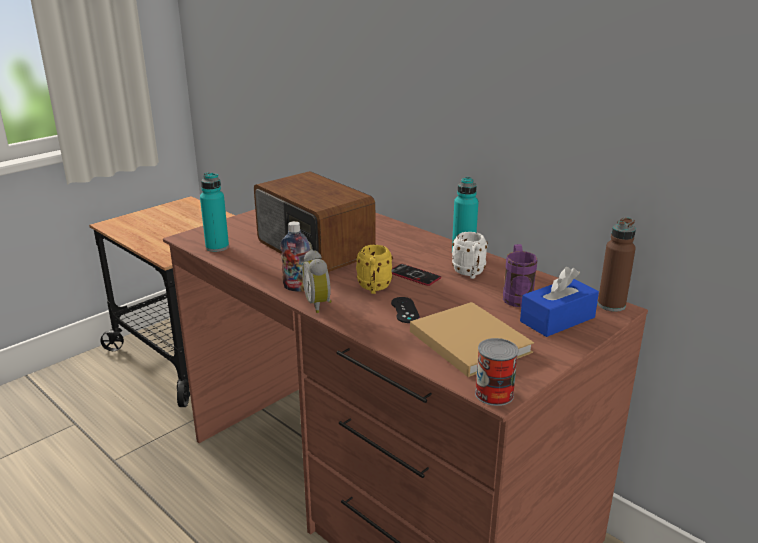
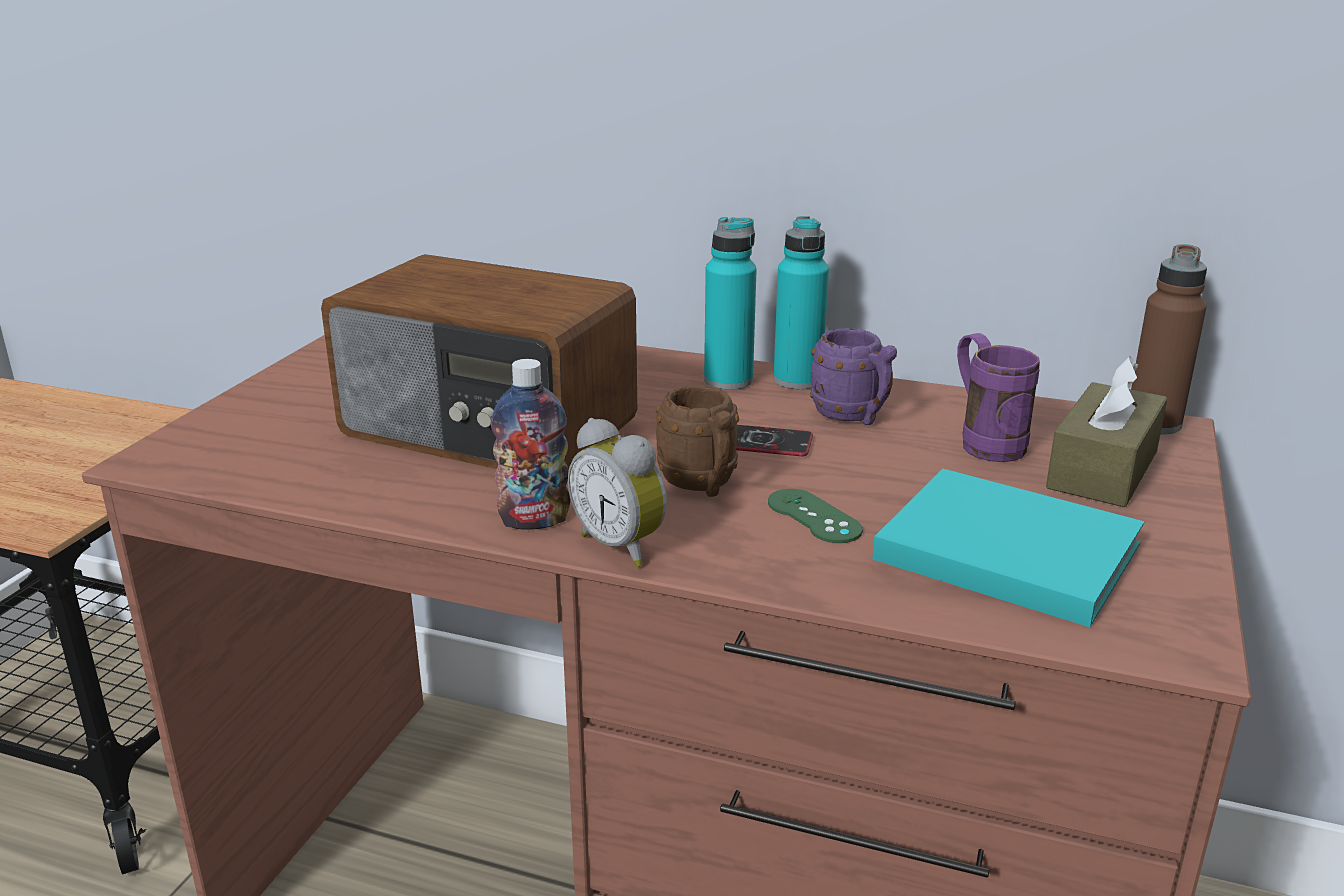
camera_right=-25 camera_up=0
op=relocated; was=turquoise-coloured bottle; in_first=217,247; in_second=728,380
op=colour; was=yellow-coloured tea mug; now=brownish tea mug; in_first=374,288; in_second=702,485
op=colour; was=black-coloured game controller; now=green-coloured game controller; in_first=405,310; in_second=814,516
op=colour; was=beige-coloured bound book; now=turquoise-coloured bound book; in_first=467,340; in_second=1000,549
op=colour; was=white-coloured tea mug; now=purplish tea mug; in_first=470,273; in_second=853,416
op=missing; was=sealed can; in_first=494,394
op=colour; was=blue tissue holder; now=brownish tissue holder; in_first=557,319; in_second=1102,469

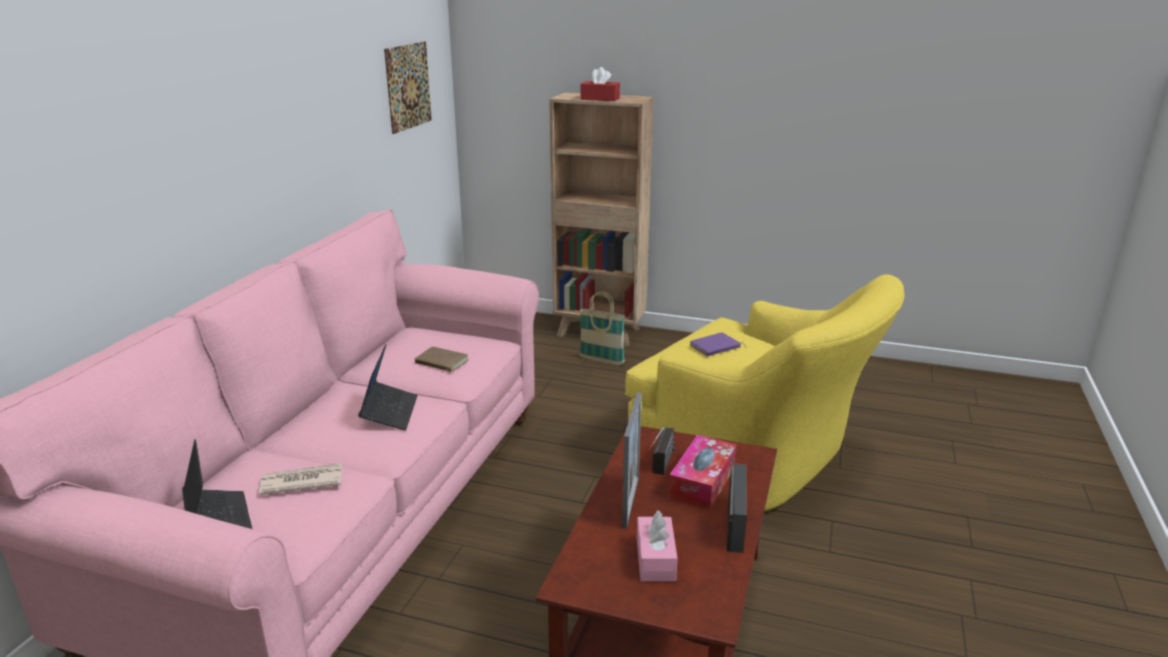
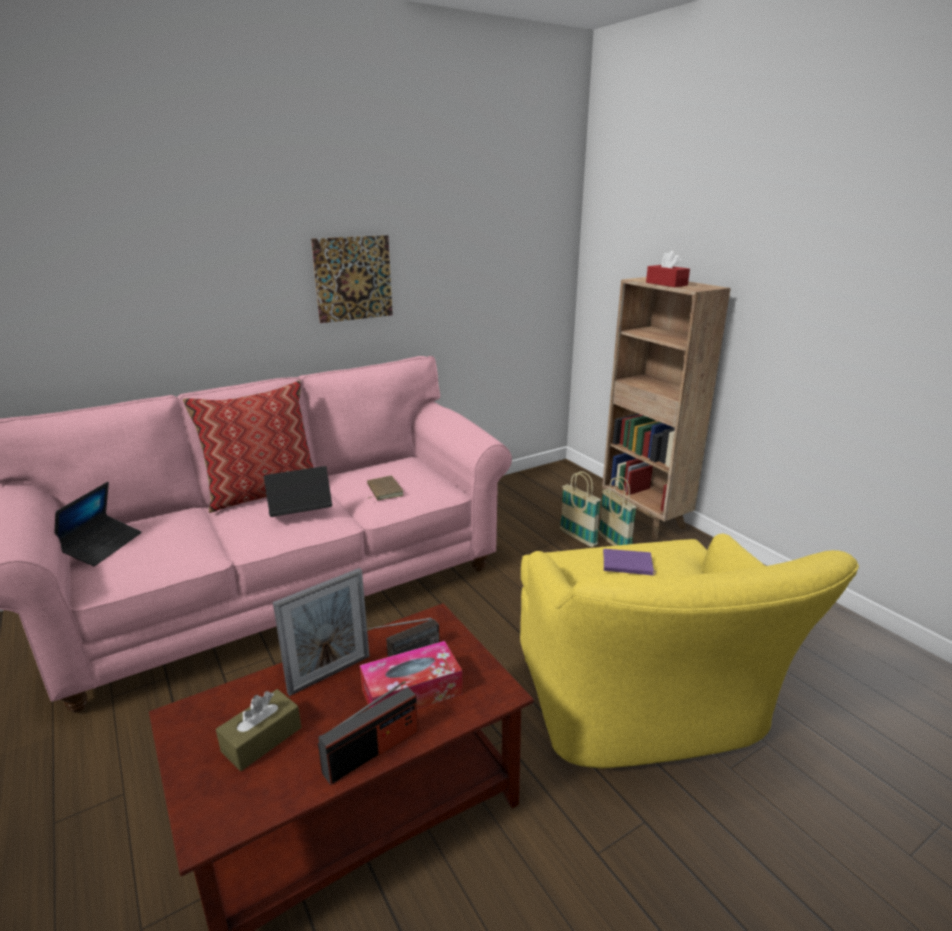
camera_right=40 camera_up=0
op=missing; was=newspaper; in_first=301,482
op=spun; was=laptop; in_first=389,412; in_second=300,515; clockwise=-150
op=relocated; was=wall art; in_first=408,86; in_second=353,278
op=colour; was=pink-coloured tissue holder; now=brownish tissue holder; in_first=655,559; in_second=262,739
op=appeared; now=throw pillow; in_second=263,492
op=appeared; now=storage basket; in_second=578,538

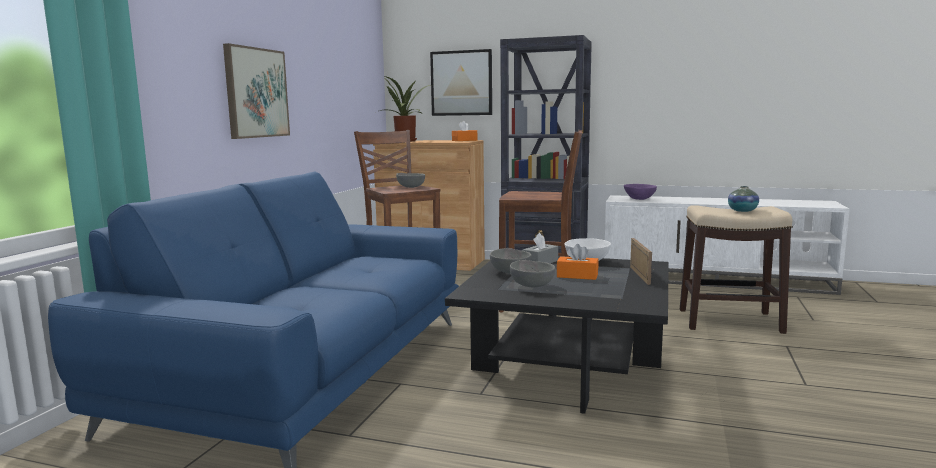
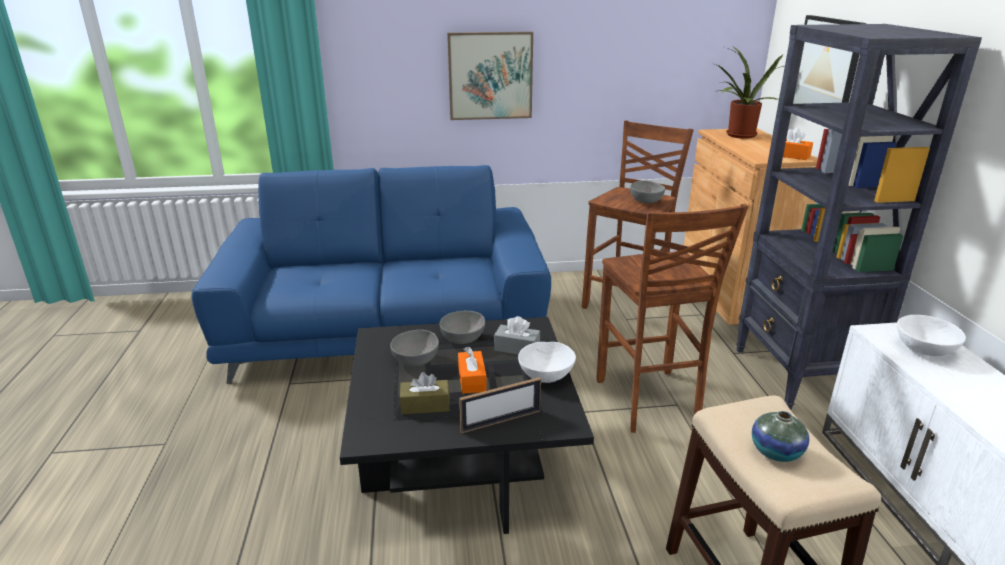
camera_right=65 camera_up=15
op=colour; was=purplish deep dish; now=white-coloured deep dish; in_first=639,199; in_second=924,350
op=appeared; now=brownish tissue holder; in_second=425,405

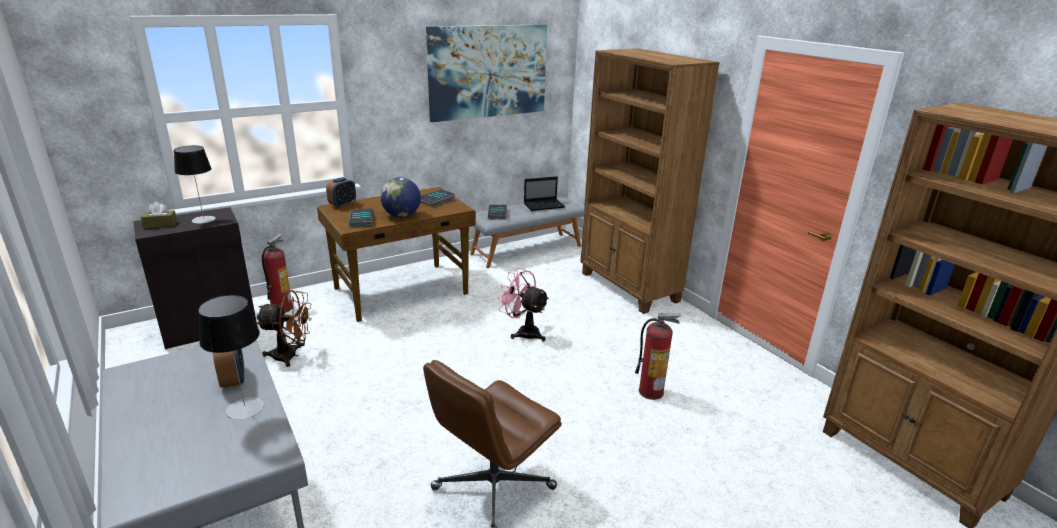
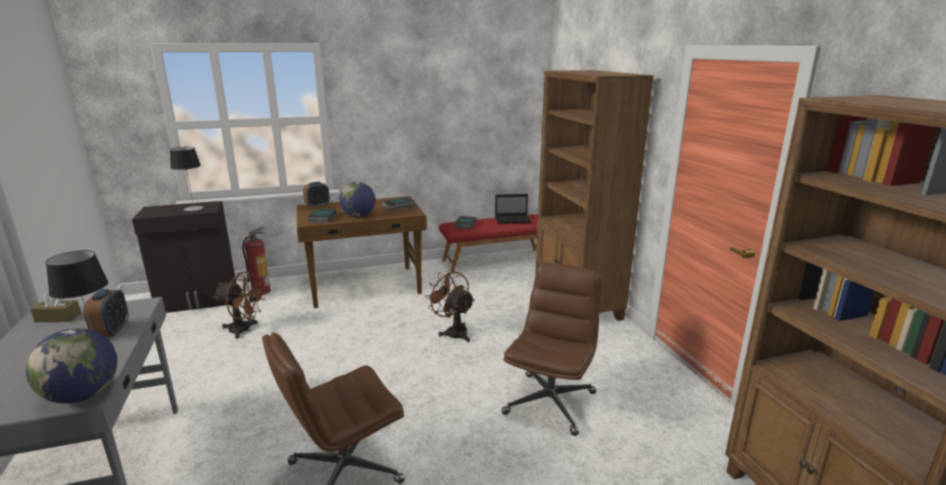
camera_right=15 camera_up=-5
op=relocated; was=brownish tissue holder; in_first=160,224; in_second=58,317
op=missing; was=wall art; in_first=488,71
op=colour; was=greyish indoor bench; now=reddish indoor bench; in_first=526,249; in_second=495,260
op=colour; was=pink-coloured cooling fan; now=brownish cooling fan; in_first=523,332; in_second=453,331
op=exchanged; was=fire extinguisher; now=brownish office chair; in_first=651,391; in_second=550,402
op=appeared; now=globe; in_second=83,395

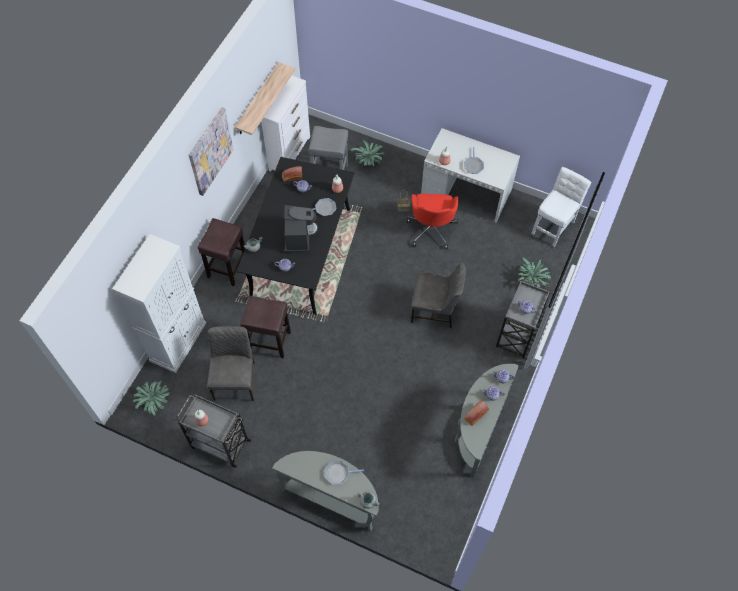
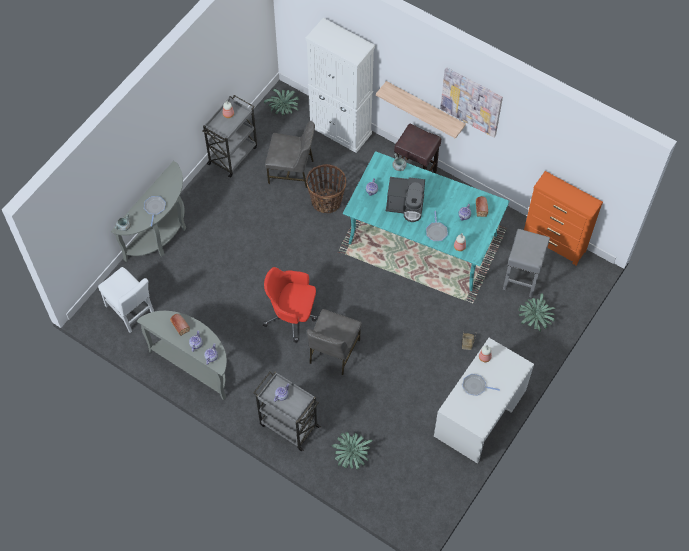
camera_right=100 camera_up=0
op=relocated; was=bracket shelf; in_first=257,100; in_second=425,107
op=colour; was=black-coloured kitchen table; now=turquoise-coloured kitchen table; in_first=300,252; in_second=423,239
op=exchanged; was=brownish sitting stool; now=storage basket; in_first=269,341; in_second=326,201
op=colour; was=white-coloured chest of drawers; now=orangey chest of drawers; in_first=290,153; in_second=554,243
op=relocated; was=reddish office chair; in_first=431,229; in_second=292,315
op=relocated; was=white-coloured chair; in_first=553,225; in_second=131,311

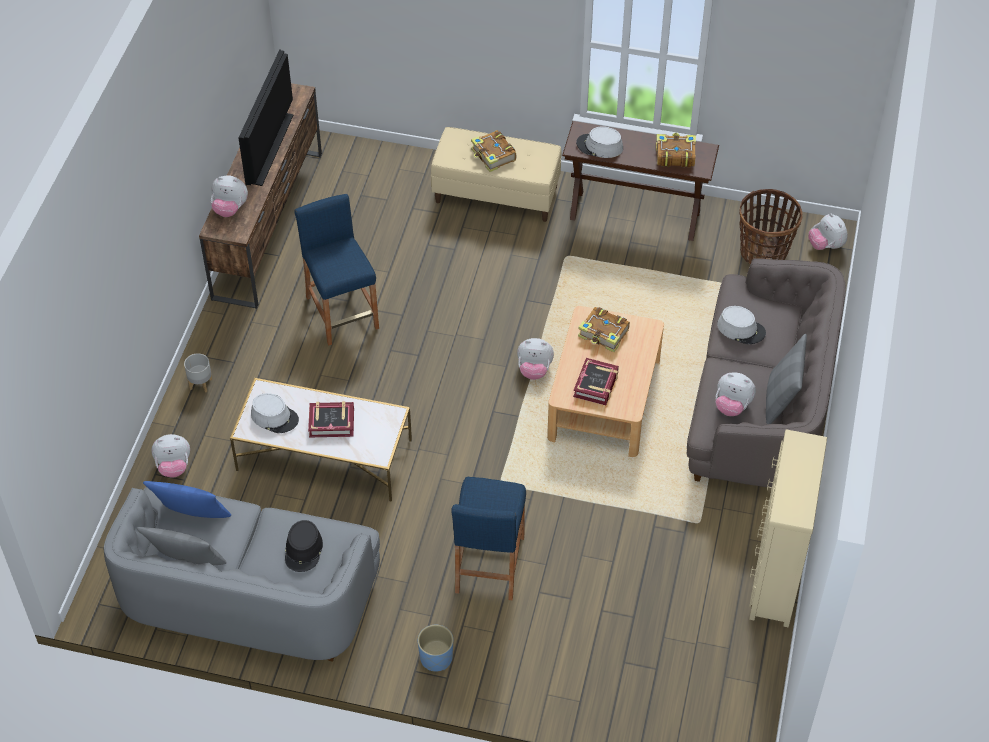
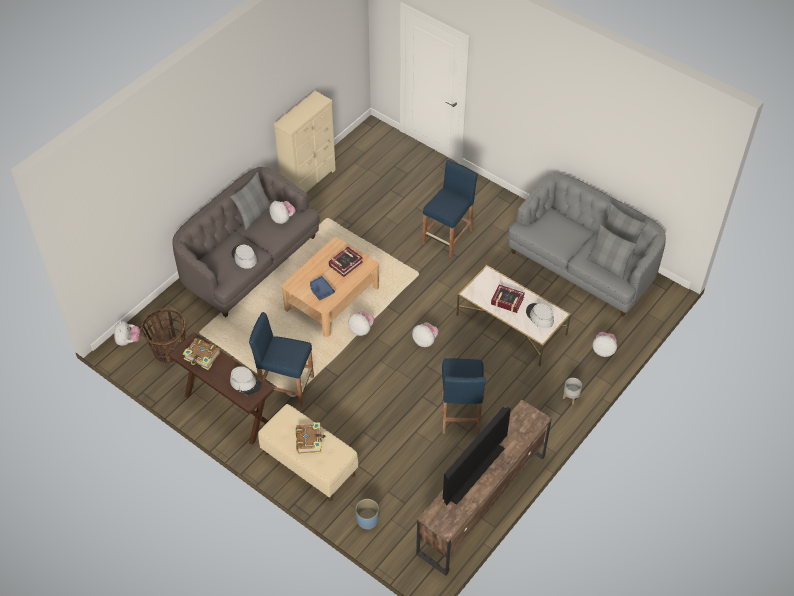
camera_right=-155 camera_up=0
op=colour; was=blue throw pillow; now=greyish throw pillow; in_first=193,517; in_second=608,265
op=relocated; was=cuddly toy; in_first=230,209; in_second=425,341
op=missing; was=black-coloured wearable hat; in_first=303,550
op=relocated; was=blue plant pot; in_first=436,658; in_second=367,520
op=exchanged; was=bound book; now=blue tray; in_first=604,334; in_second=321,290
op=appeared; now=blue sitting stool; in_second=285,385

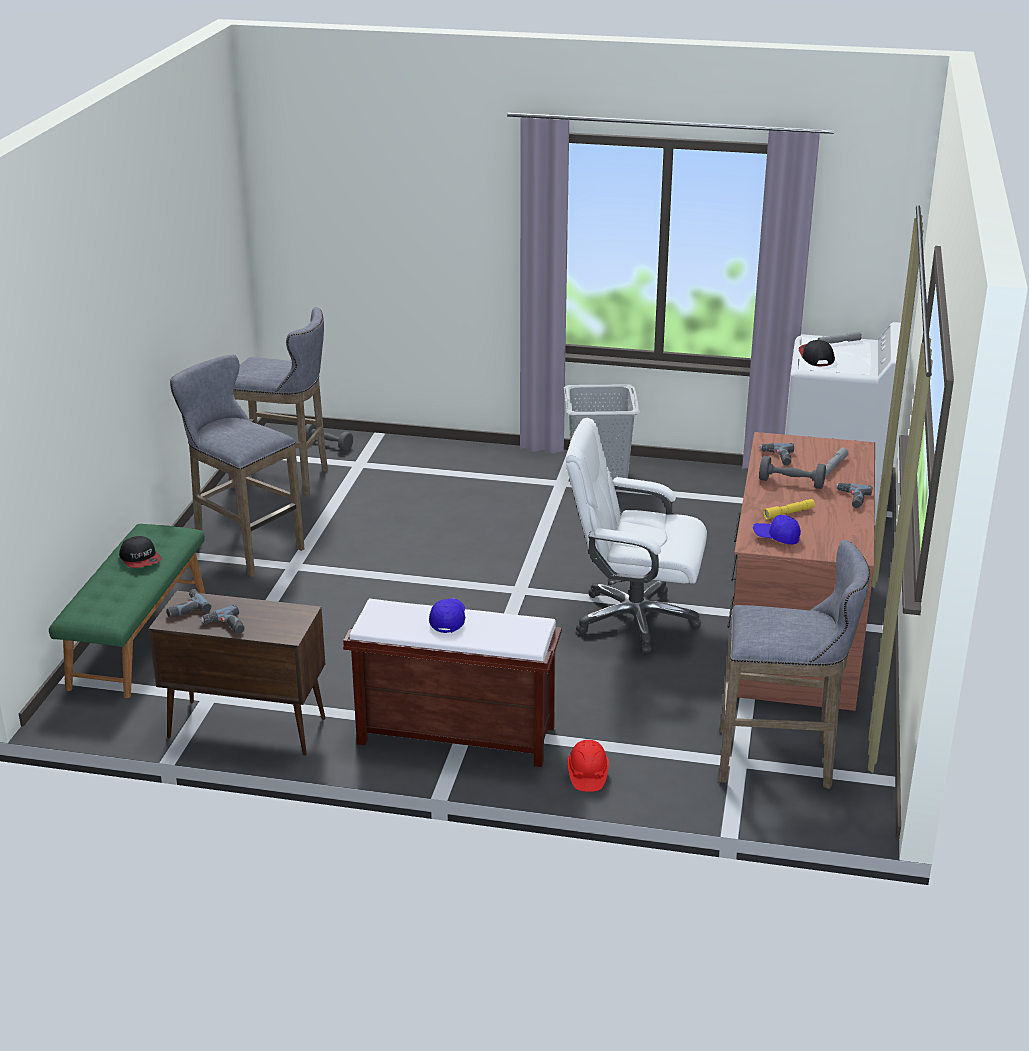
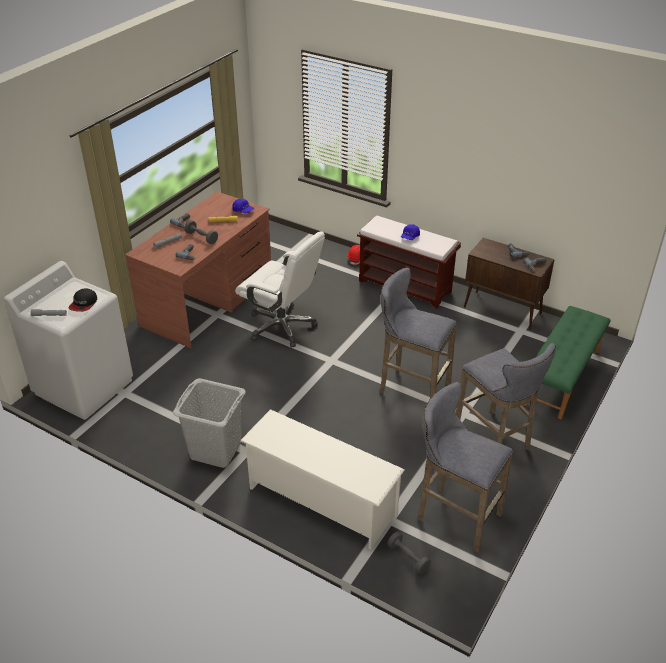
camera_right=-160 camera_up=10
op=missing; was=baseball cap; in_first=140,559
op=relocated; was=greyish sitting stool; in_first=781,760; in_second=411,388
op=appeared; now=white-coloured shoe shelf; in_second=321,501

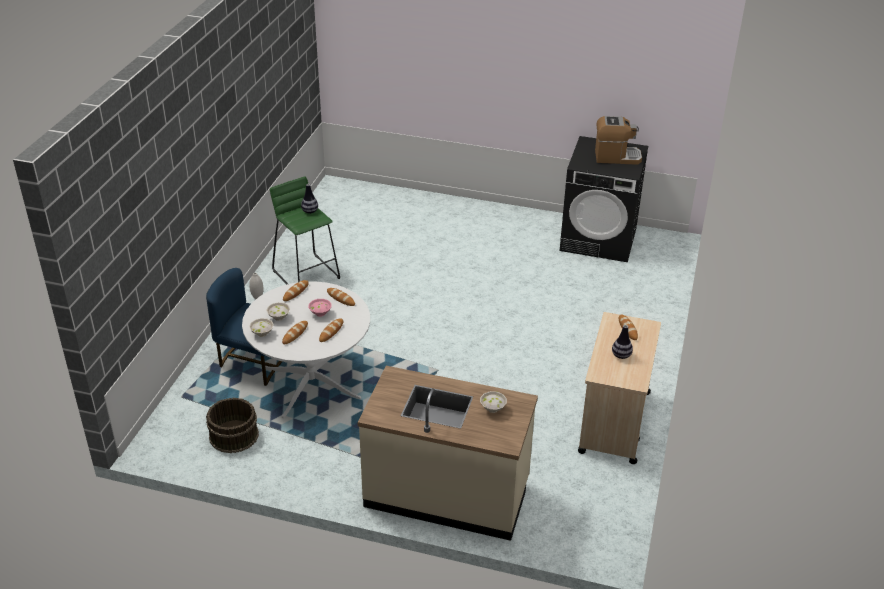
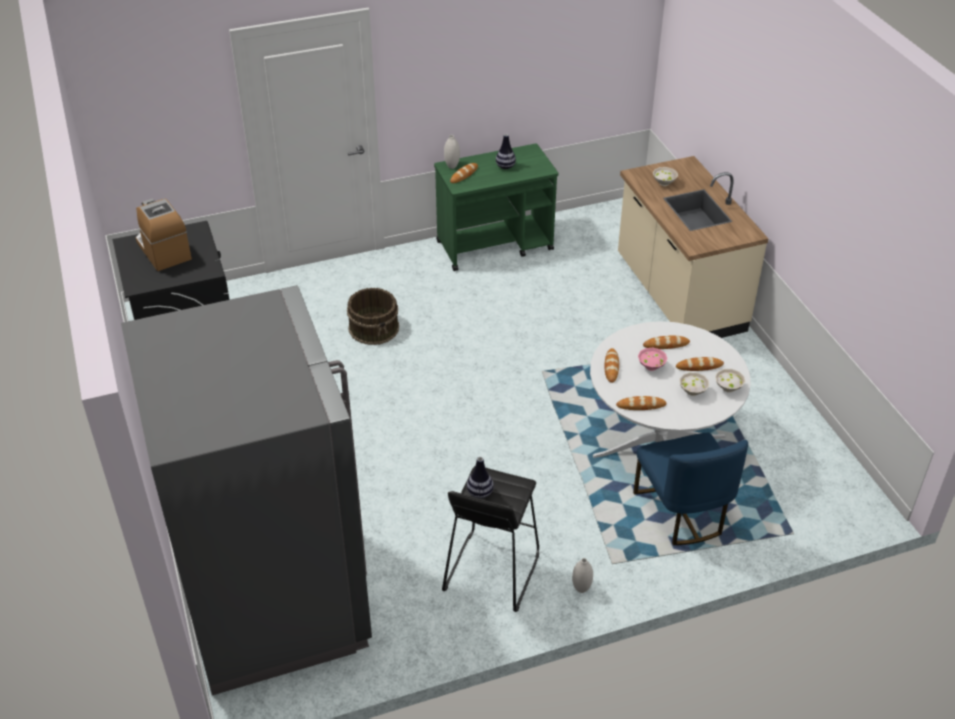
camera_right=-125 camera_up=5
op=relocated; was=brownish water bucket; in_first=233,436; in_second=374,328
op=colour; was=green-coloured sitting stool; now=black-coloured sitting stool; in_first=306,274; in_second=491,572
op=colour; was=beige-coloured cart; now=green-coloured cart; in_first=614,422; in_second=495,245
op=appeared; now=greyish refrigerator; in_second=273,599
op=appeared; now=white-coloured decorative vase; in_second=452,166

